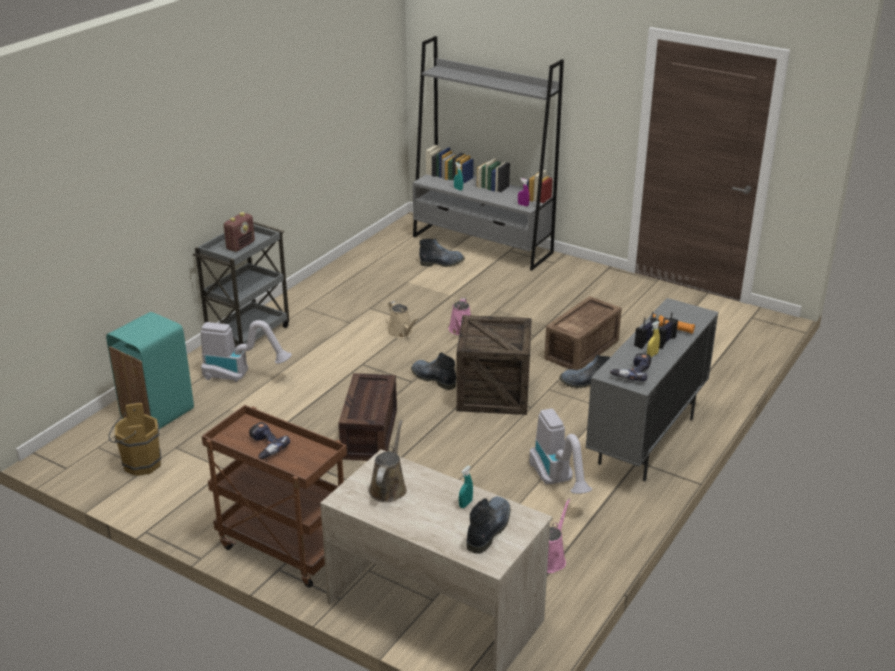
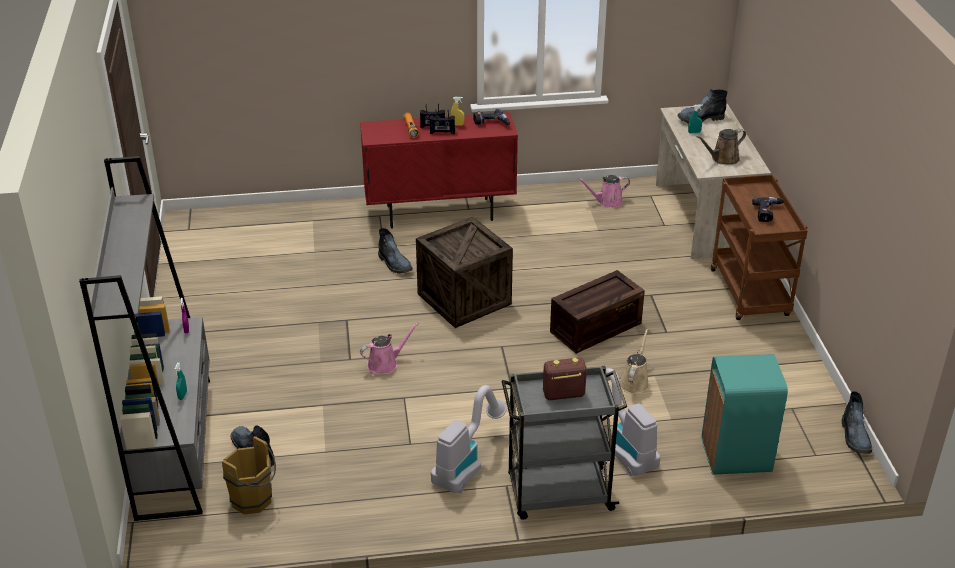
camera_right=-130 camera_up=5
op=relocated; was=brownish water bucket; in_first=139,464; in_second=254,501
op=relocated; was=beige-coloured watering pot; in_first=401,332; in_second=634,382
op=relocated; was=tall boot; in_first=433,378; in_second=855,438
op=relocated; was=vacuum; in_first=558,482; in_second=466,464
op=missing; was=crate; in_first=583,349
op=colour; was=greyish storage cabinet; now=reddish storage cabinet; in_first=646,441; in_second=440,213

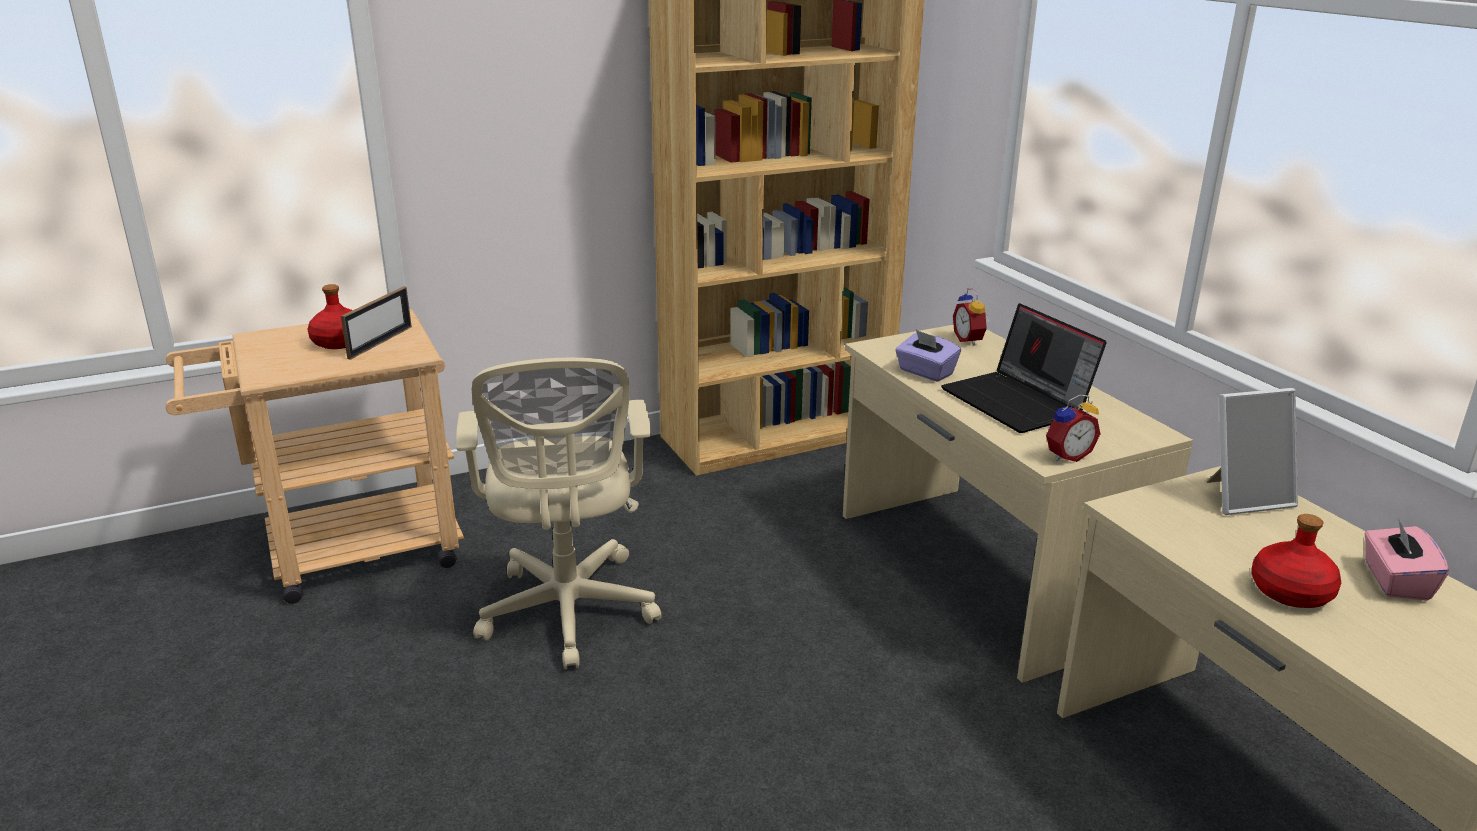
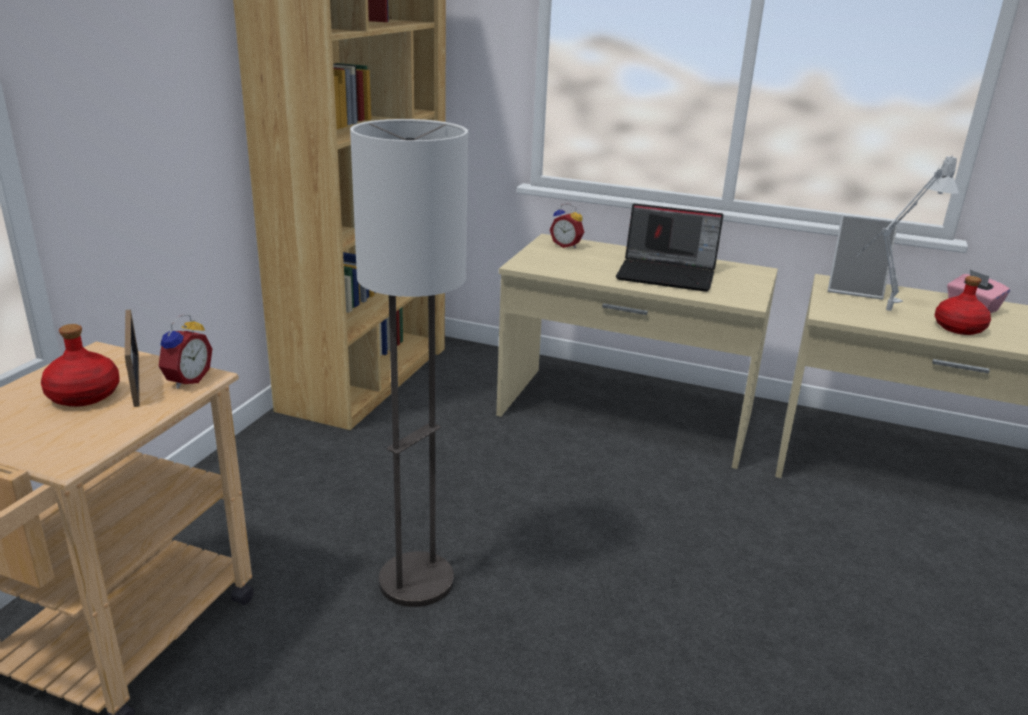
camera_right=-45 camera_up=0
op=exchanged; was=beige-coloured office chair; now=floor lamp; in_first=568,614; in_second=416,581
op=missing; was=purplish tissue holder; in_first=925,372
op=relocated; was=bedside clock; in_first=1067,455; in_second=186,380
op=spun; was=standing frame; in_first=1244,497; in_second=854,290; clockwise=75
op=appeared; now=greyish tabletop lamp; in_second=883,313

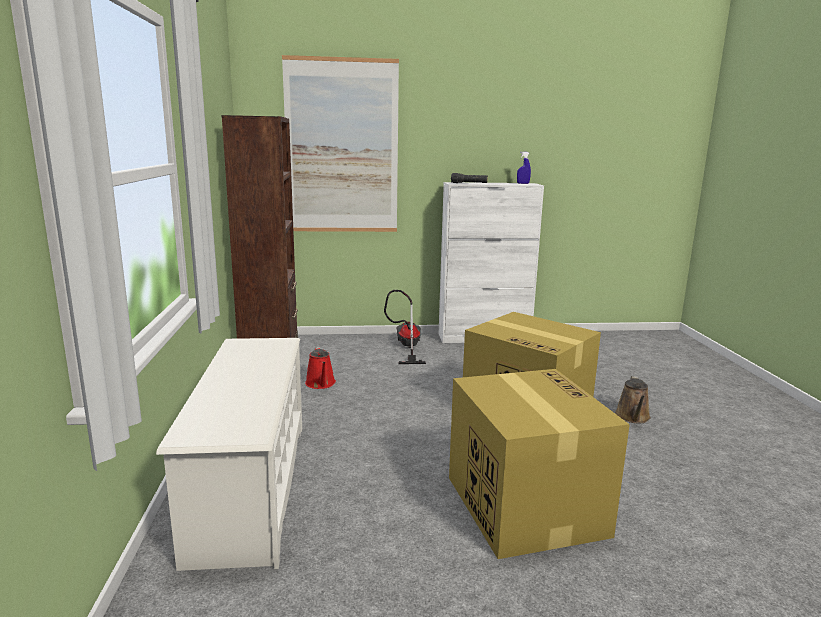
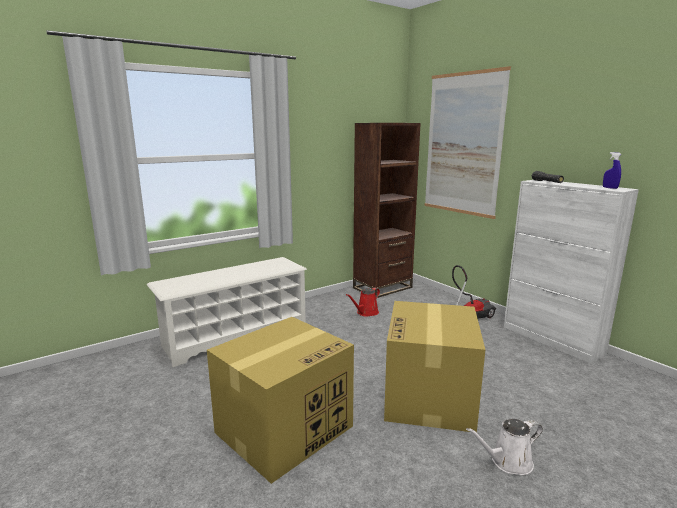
camera_right=60 camera_up=0
op=colour; was=brownish watering pot; now=white-coloured watering pot; in_first=633,417; in_second=508,462

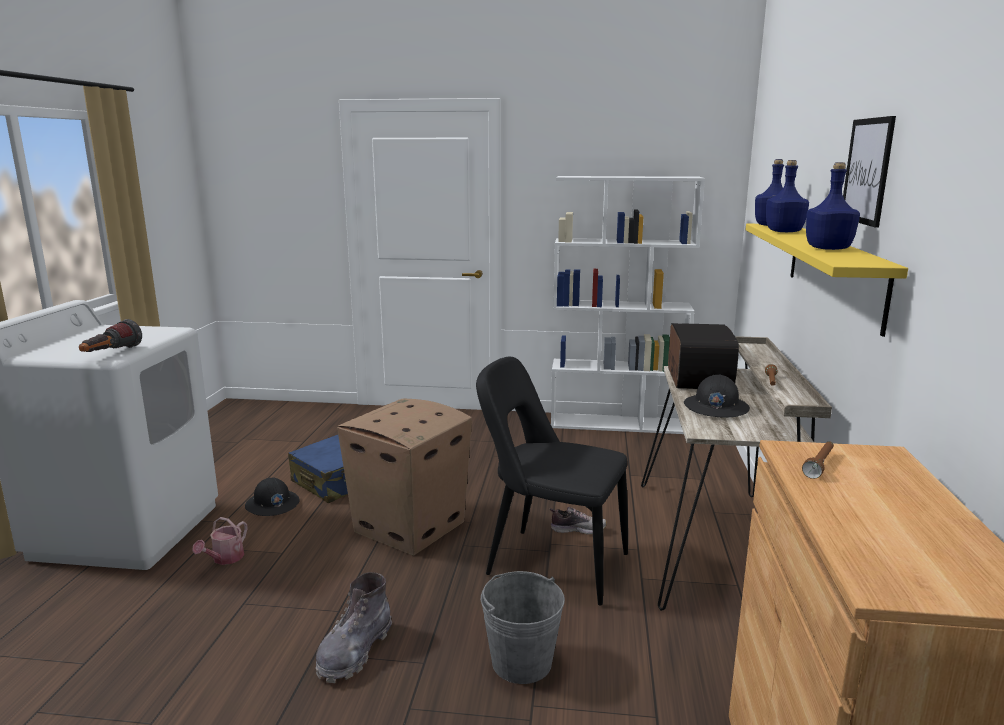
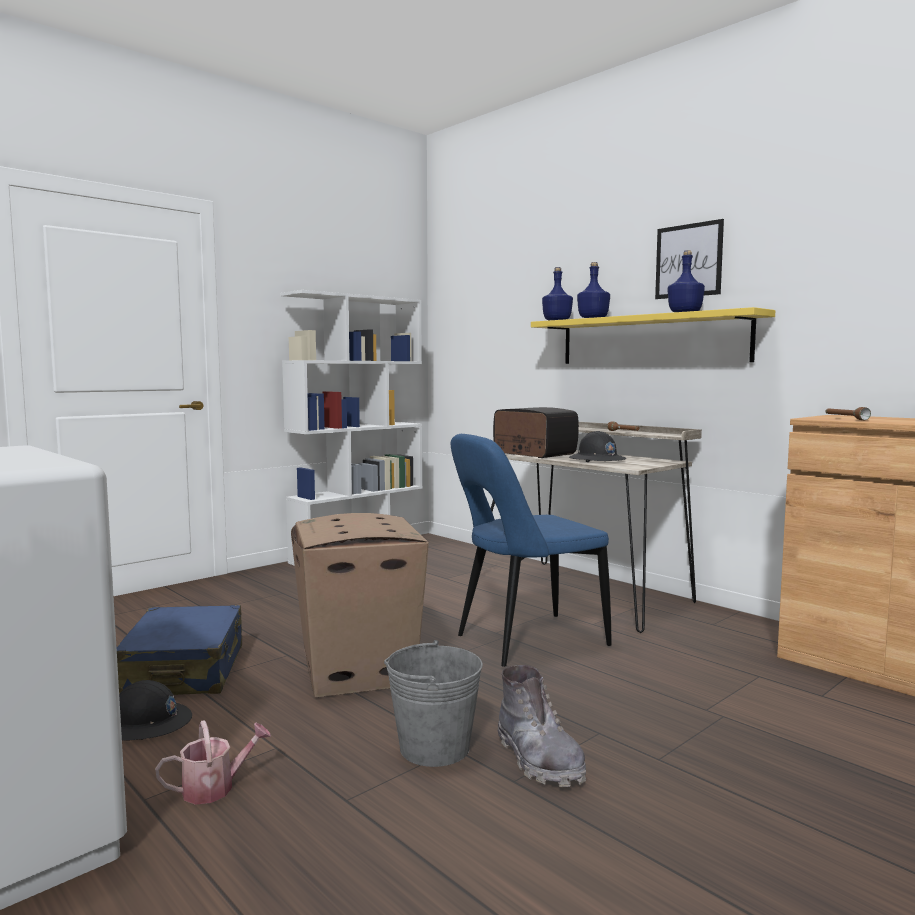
camera_right=-50 camera_up=-10
op=missing; was=hand torch; in_first=110,354
op=spun; was=watering pot; in_first=225,559; in_second=215,788; clockwise=-90
op=colour; was=black-coloured chair; now=blue chair; in_first=551,563; in_second=525,642
op=relocated; was=greyish water bucket; in_first=521,662; in_second=434,748
op=missing; was=low shoe; in_first=577,529

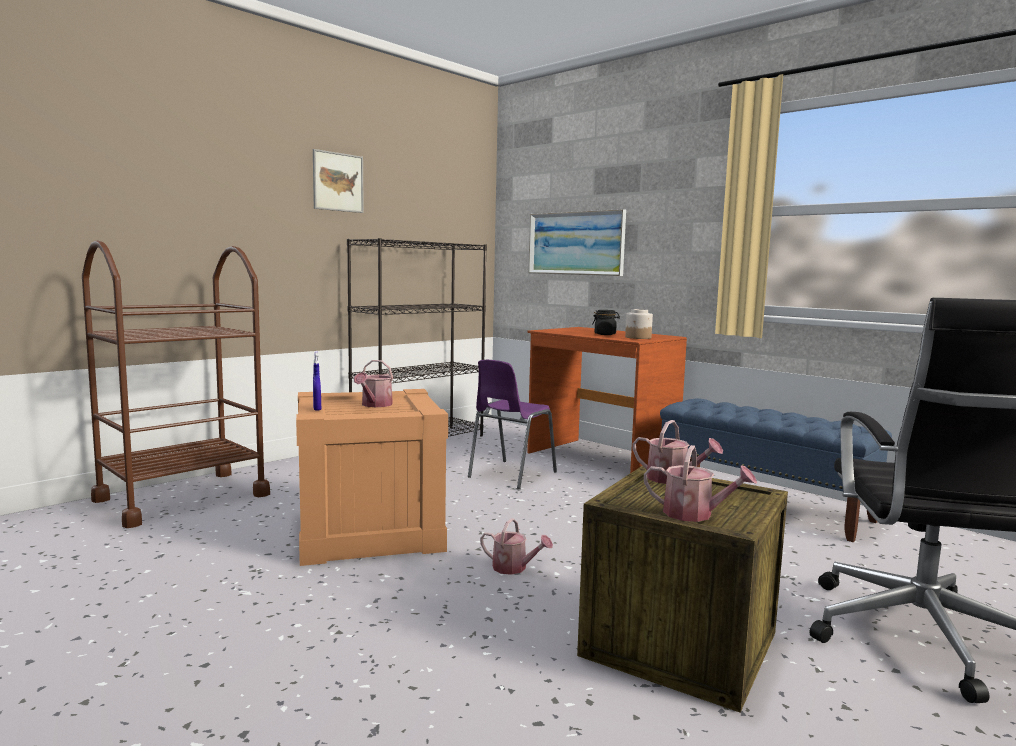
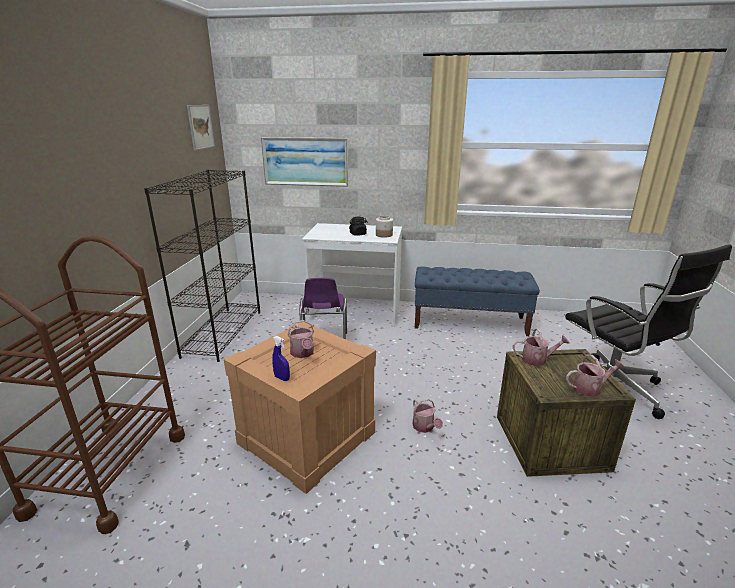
camera_right=-35 camera_up=15
op=relocated; was=wall art; in_first=338,182; in_second=200,127
op=spun; was=watering pot; in_first=514,568; in_second=425,427; clockwise=75
op=colour; was=brownish desk unit; now=white-coloured desk unit; in_first=600,458; in_second=355,312

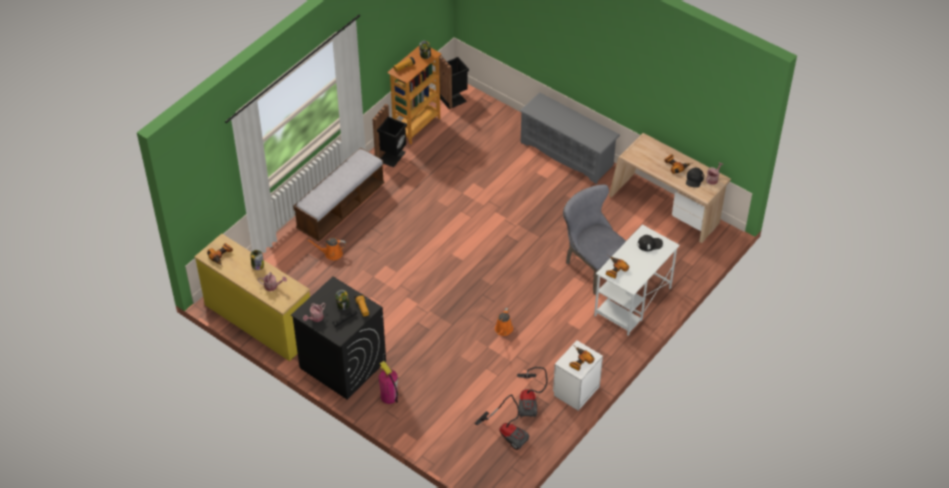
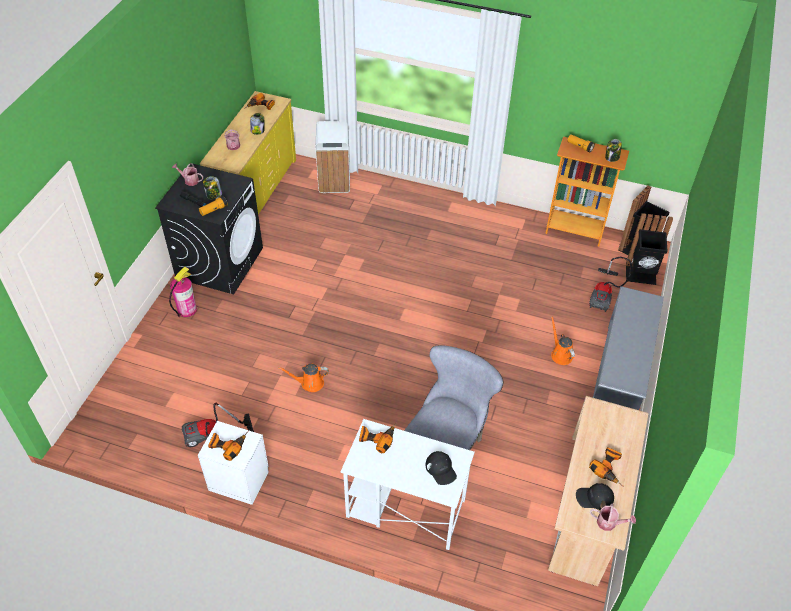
camera_right=70 camera_up=0
op=missing; was=indoor bench; in_first=341,207
op=relocated; was=orangey watering pot; in_first=331,254; in_second=560,354
op=relocated; was=black-coloured trash can; in_first=392,156; in_second=641,275
op=relocated; was=vacuum; in_first=507,433; in_second=604,295
op=appeared; now=white-coloured trash can; in_second=335,181

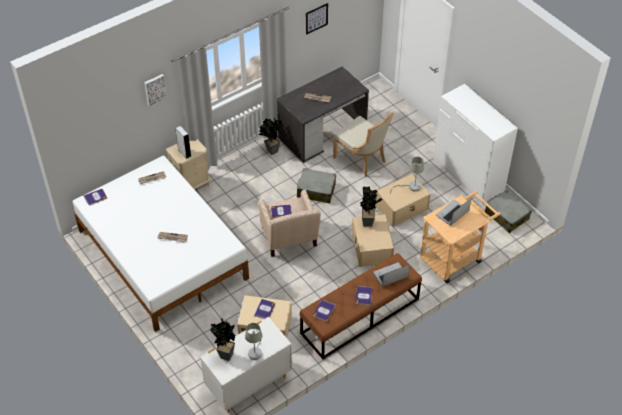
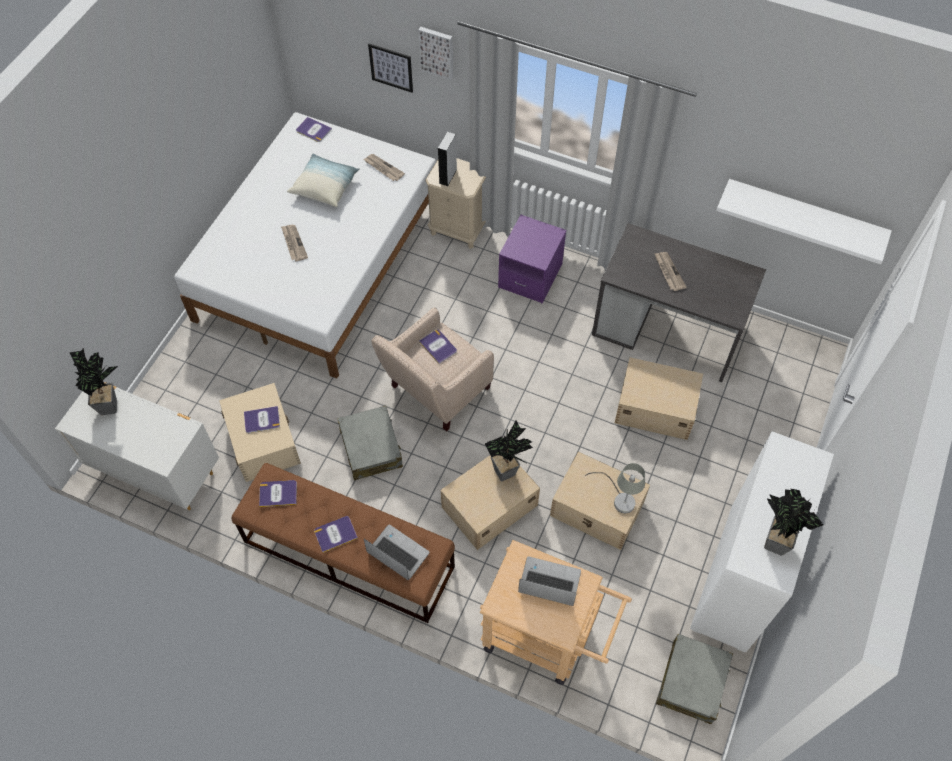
camera_right=60 camera_up=10
op=missing; was=greyish tabletop lamp; in_first=255,350
op=relocated; was=houseplant; in_first=270,151; in_second=772,540
op=relocated; was=greyish piece of luggage; in_first=316,190; in_second=371,448
op=relocated; was=wall art; in_first=316,18; in_second=391,67
op=exchanged; was=beige-coloured chair; now=beige-coloured storage container; in_first=362,160; in_second=654,407
op=appeared; now=throw pillow; in_second=325,187
op=appeared; now=purplish nightstand; in_second=530,276
op=appeared; now=white-coloured bracket shelf; in_second=804,215

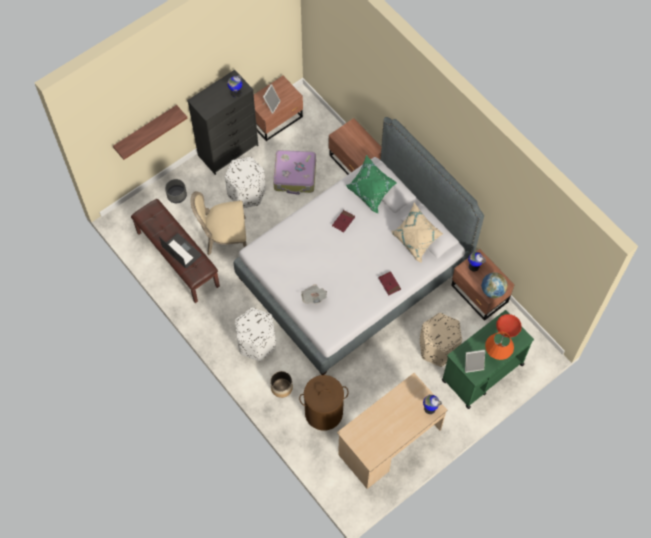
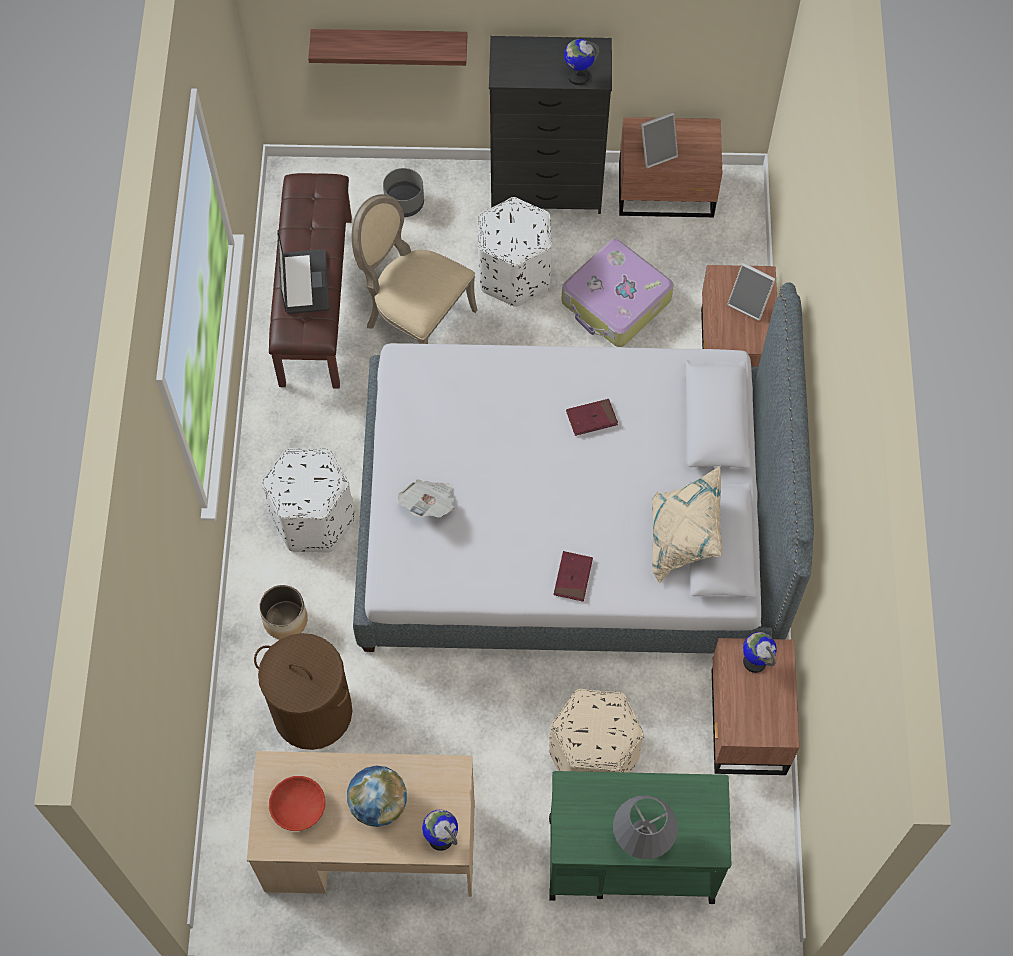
camera_right=40 camera_up=0
op=missing; was=green-coloured throw pillow; in_first=370,193
op=relocated; was=standing frame; in_first=473,364; in_second=749,303
op=relocated; was=globe; in_first=492,290; in_second=378,804
op=colour; was=orangey tabletop lamp; now=greyish tabletop lamp; in_first=497,353; in_second=642,838
op=relocated; was=reddish deep dish; in_first=508,328; in_second=298,807

